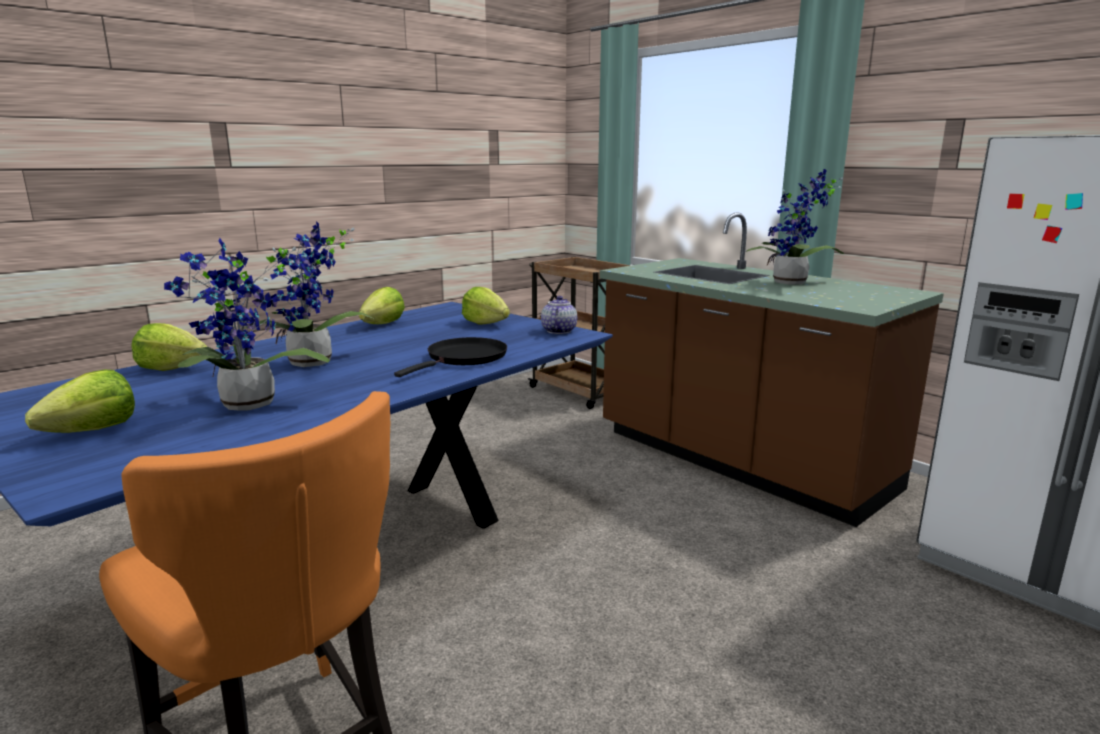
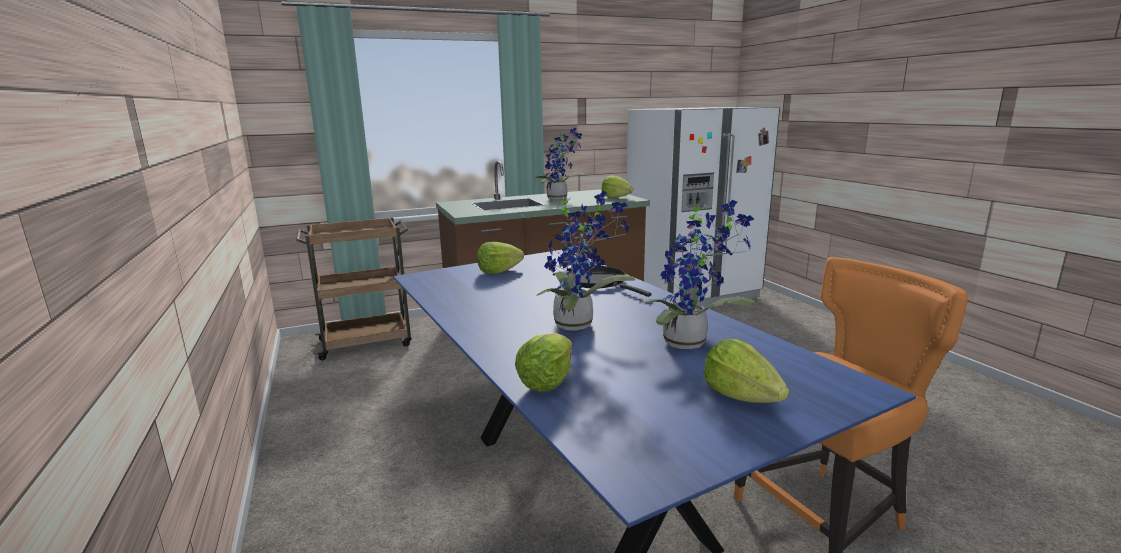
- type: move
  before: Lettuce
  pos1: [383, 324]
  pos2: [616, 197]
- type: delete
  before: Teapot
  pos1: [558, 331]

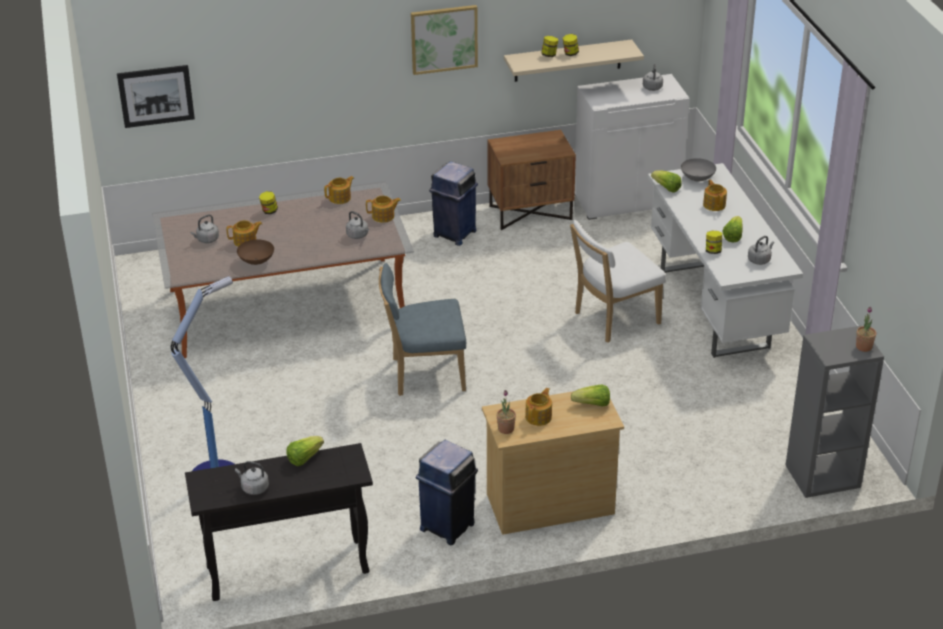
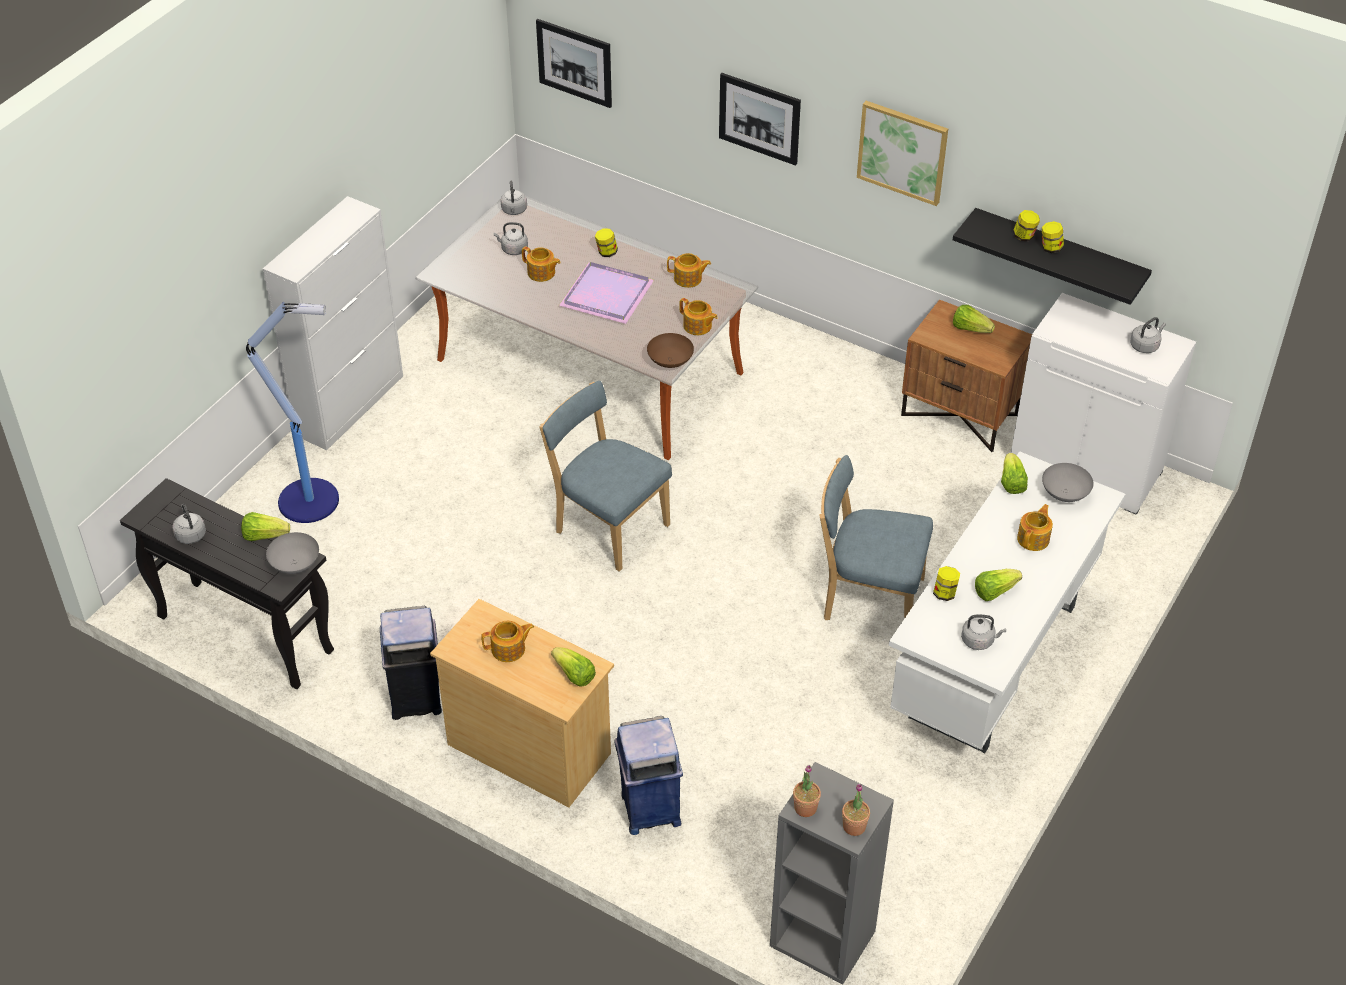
- type: recolor
  before: BeigeShelf
  after: BlackShelf
  pos1: [568, 60]
  pos2: [1059, 255]
- type: move
  before: BlueTrashCan
  pos1: [454, 234]
  pos2: [649, 809]
- type: move
  before: GreyKettle
  pos1: [358, 235]
  pos2: [514, 211]
- type: recolor
  before: WhiteChair
  after: BlueChair
  pos1: [613, 319]
  pos2: [868, 598]
- type: move
  before: BrownBowl
  pos1: [257, 261]
  pos2: [670, 362]
- type: move
  before: PottedPlant
  pos1: [506, 429]
  pos2: [805, 808]
- type: insert
  after: Picture
  pos2: [759, 118]
- type: insert
  after: WhiteCabinet
  pos2: [350, 405]
- type: insert
  after: PurpleTray
  pos2: [608, 294]
- type: insert
  after: Lettuce
  pos2: [970, 328]
- type: insert
  after: GreyBowl
  pos2: [294, 565]

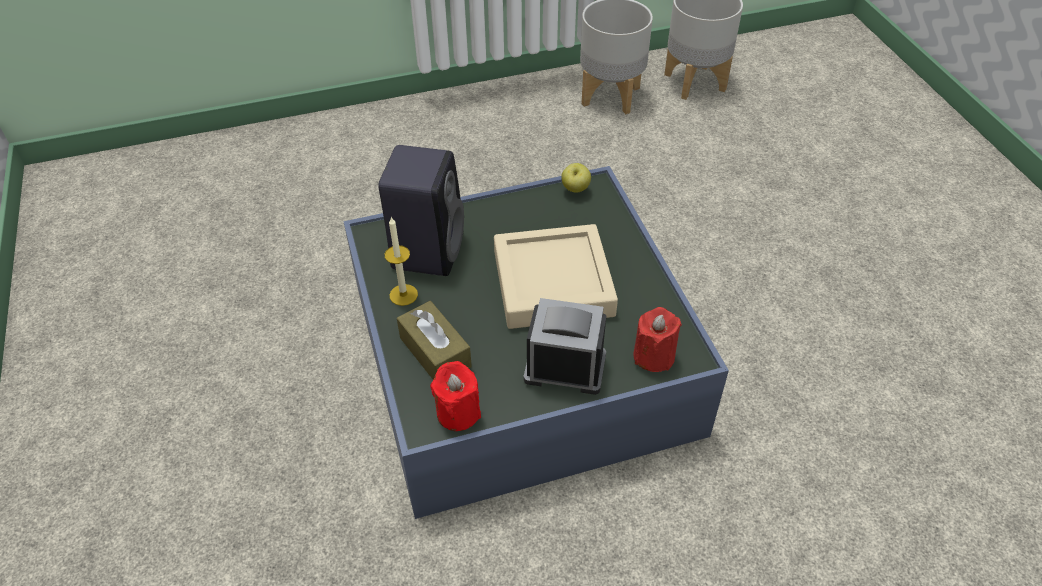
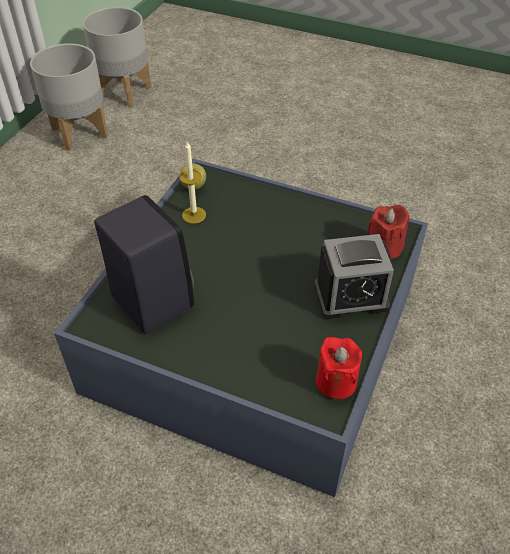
- type: move
  before: Candle
  pos1: [403, 295]
  pos2: [194, 215]
- type: delete
  before: BeigeTray
  pos1: [553, 283]
- type: rotate
  before: AlarmClock
  pos1: [565, 367]
  pos2: [351, 296]
  turn: -150
- type: delete
  before: BrownTissueBox
  pos1: [435, 352]

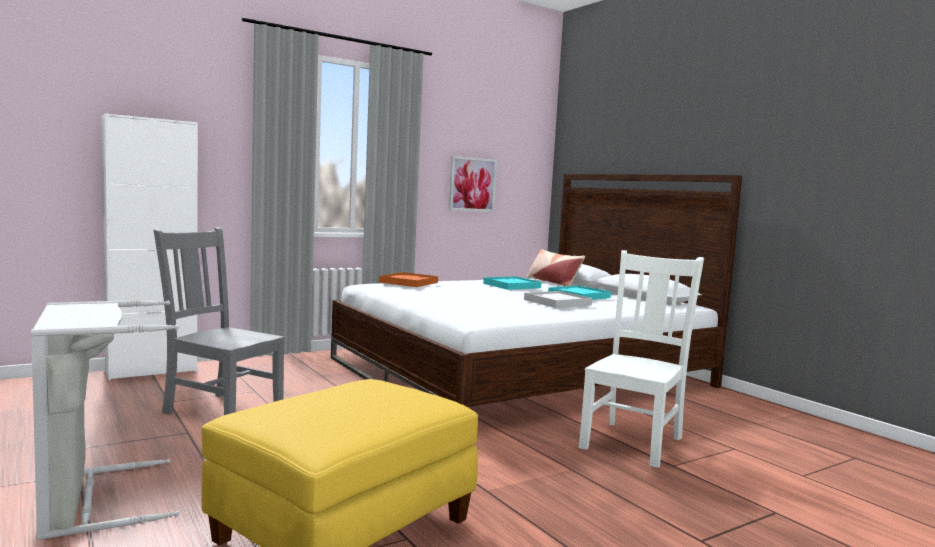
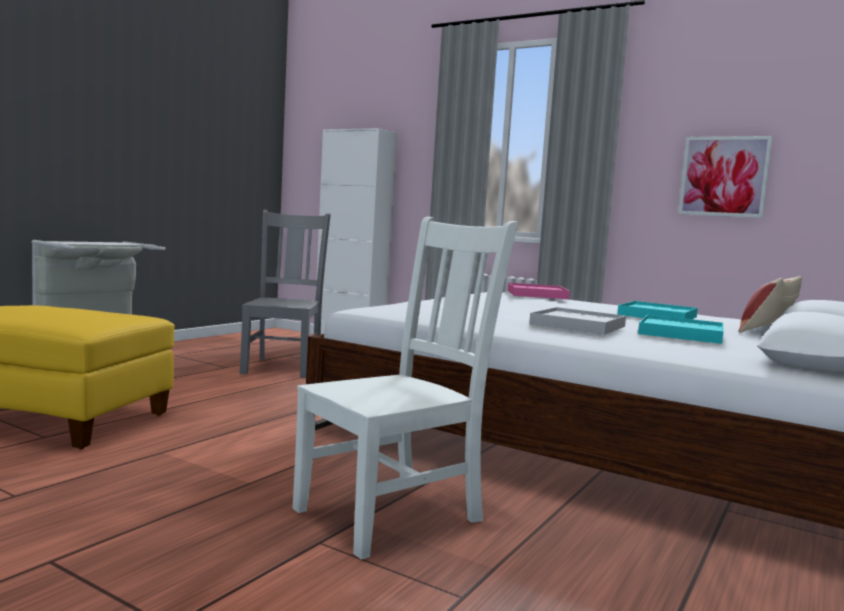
- type: rotate
  before: WhiteChair
  pos1: [633, 442]
  pos2: [393, 513]
  turn: -45
- type: recolor
  before: OrangeTray
  after: PinkTray
  pos1: [409, 282]
  pos2: [537, 294]

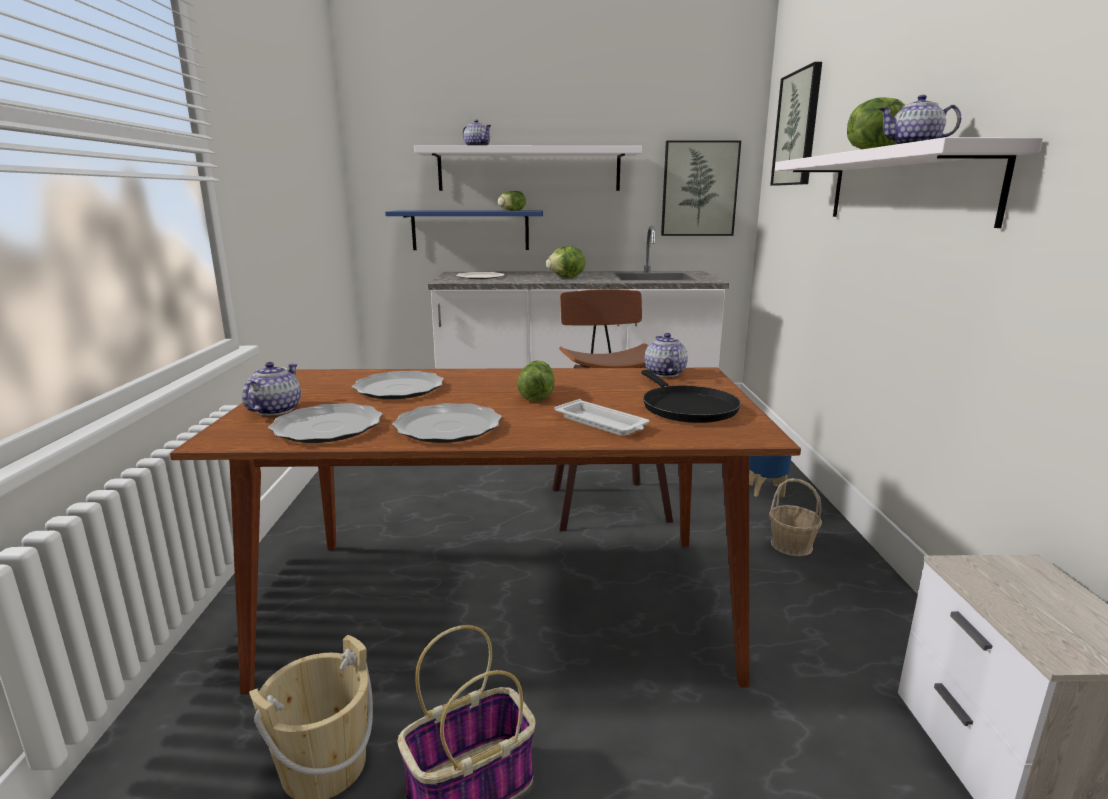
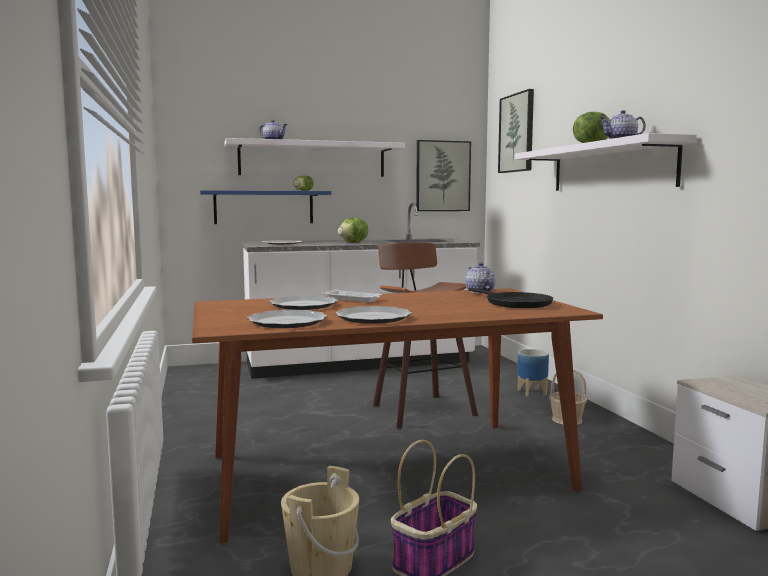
- type: delete
  before: Lettuce
  pos1: [537, 394]
- type: delete
  before: Teapot
  pos1: [274, 410]
- type: move
  before: WhiteTray
  pos1: [602, 423]
  pos2: [353, 299]

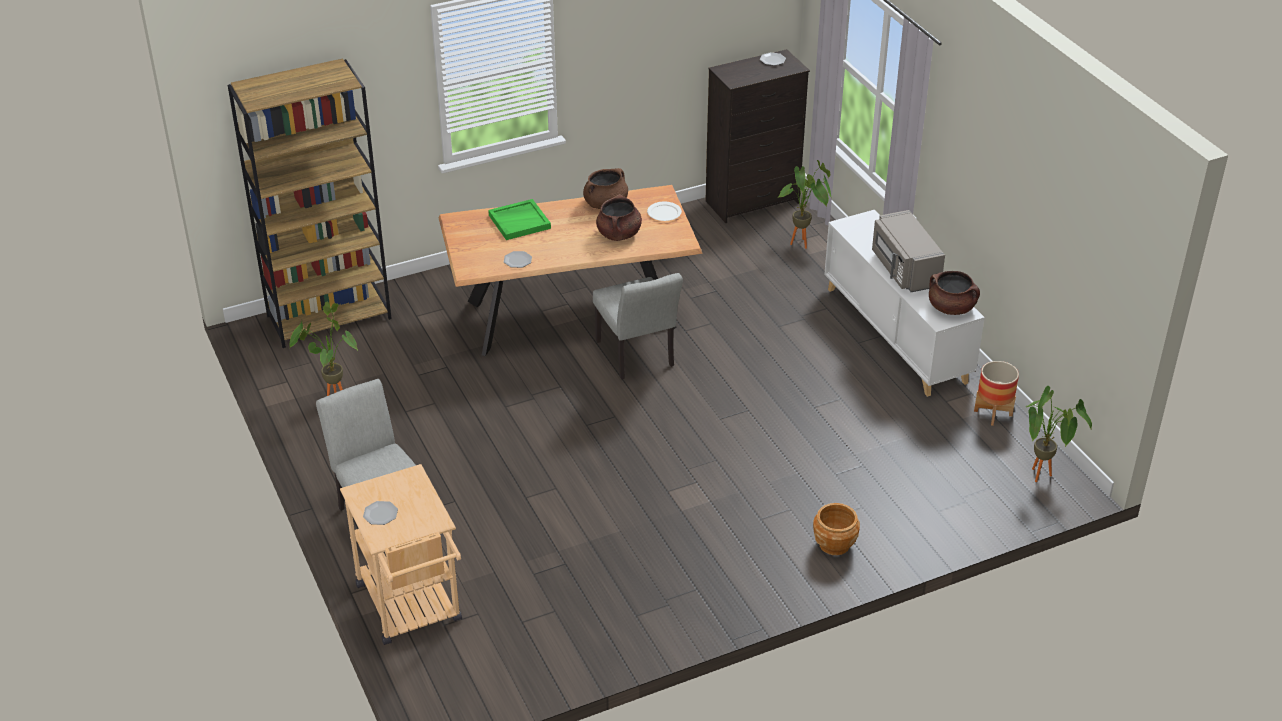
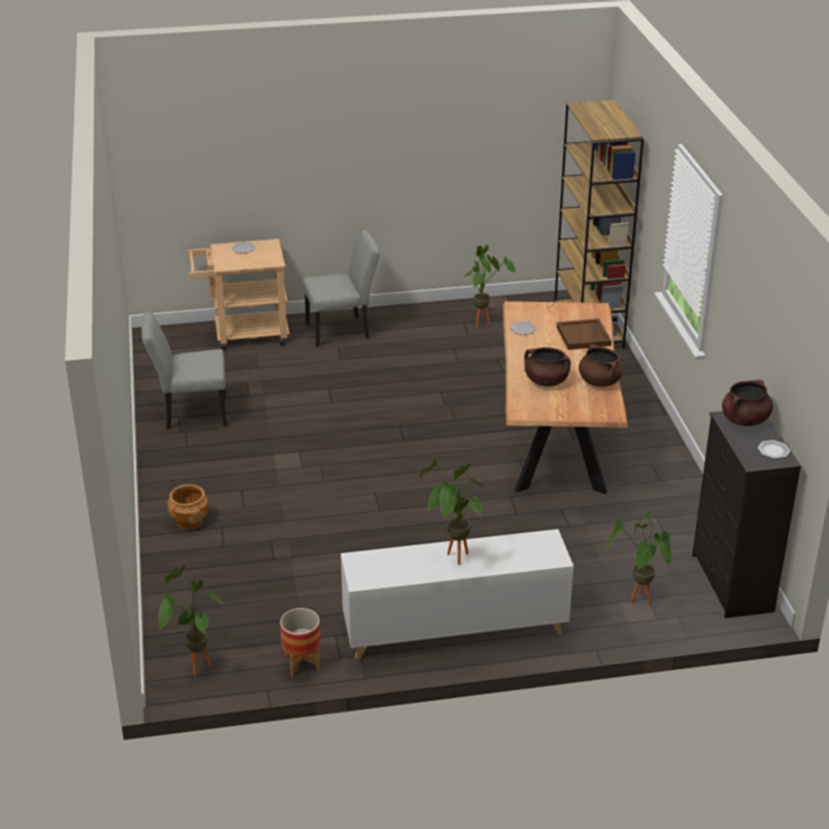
- type: recolor
  before: GreenTray
  after: BrownTray
  pos1: [520, 221]
  pos2: [584, 336]
- type: delete
  before: WhitePlate
  pos1: [664, 213]
- type: replace
  before: GreyMicrowave
  after: PottedPlant
  pos1: [904, 269]
  pos2: [452, 558]
- type: move
  before: BrownCookingPot
  pos1: [951, 308]
  pos2: [745, 420]
- type: move
  before: GreyChair
  pos1: [637, 357]
  pos2: [190, 413]

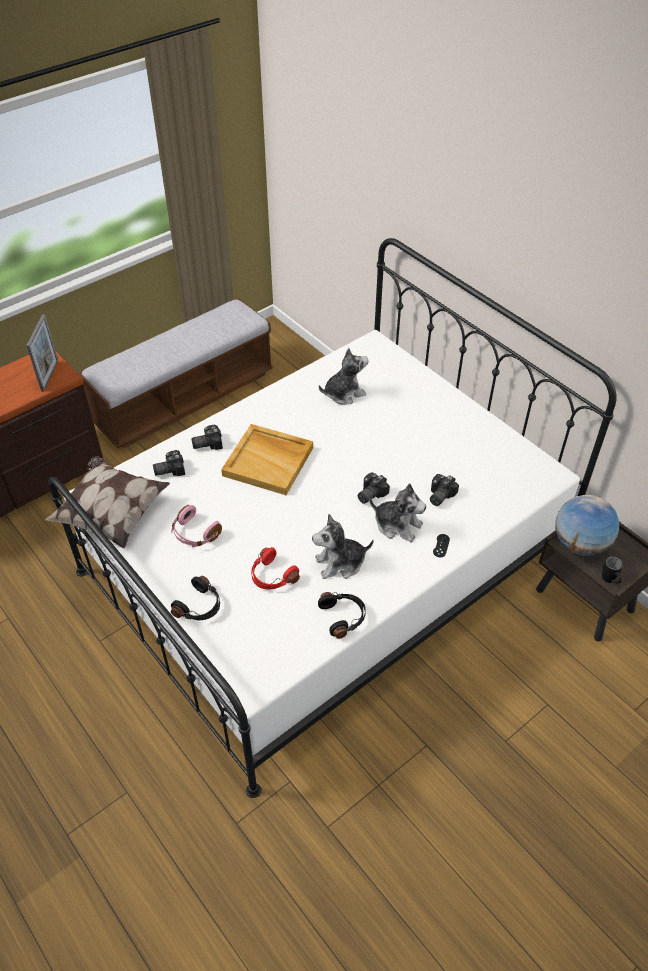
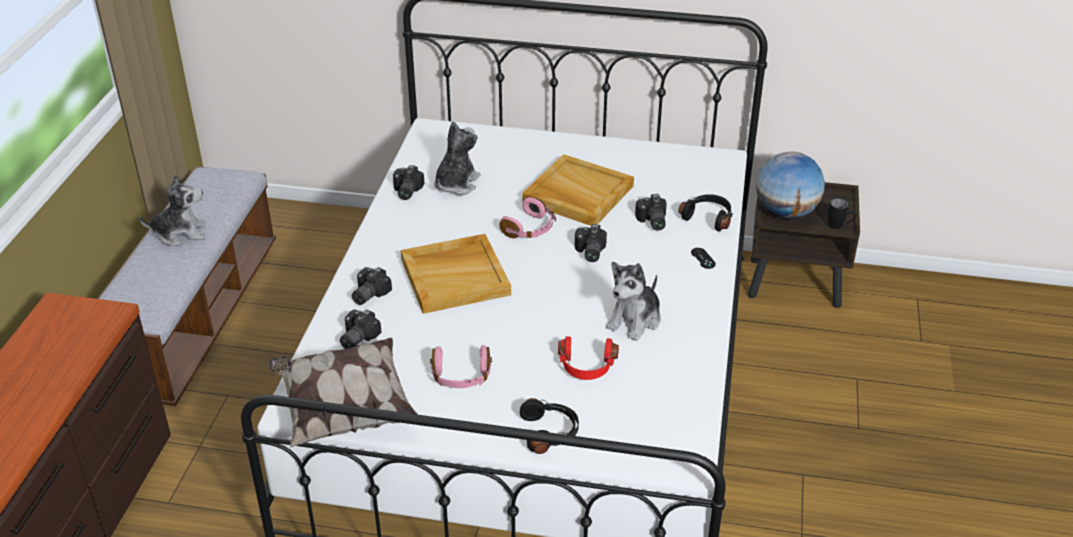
- type: delete
  before: PictureFrame
  pos1: [50, 375]
- type: move
  before: PlushToy
  pos1: [397, 525]
  pos2: [180, 233]
- type: move
  before: BlackHeadphones
  pos1: [343, 617]
  pos2: [708, 217]
- type: insert
  after: BeigeTray
  pos2: [577, 194]
- type: insert
  after: PhotoCamera
  pos2: [405, 191]
- type: insert
  after: PinkHeadphones
  pos2: [530, 229]

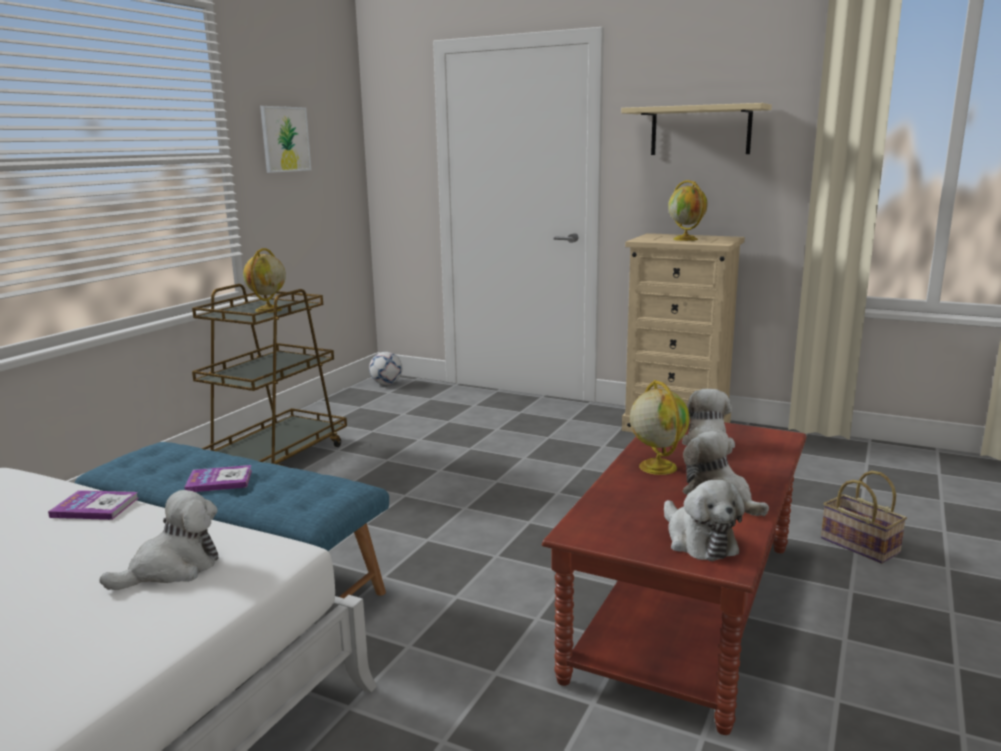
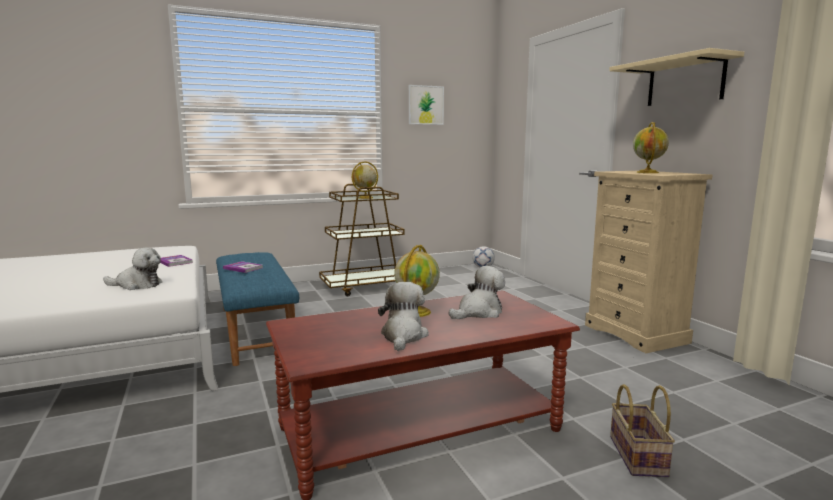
- type: delete
  before: PlushToy
  pos1: [698, 540]

